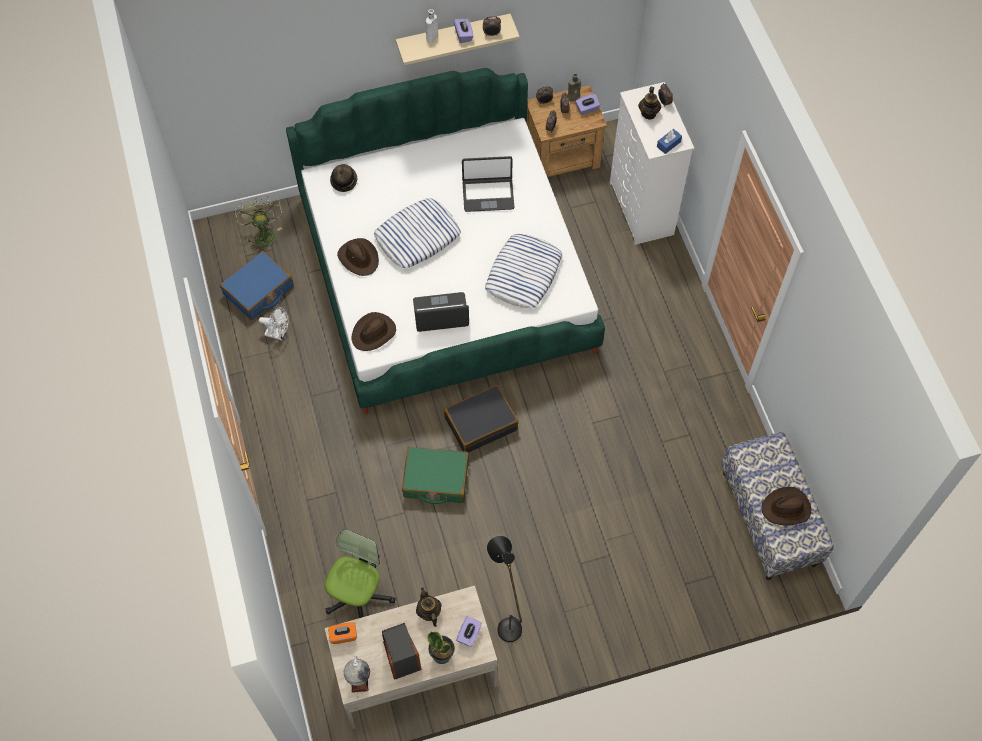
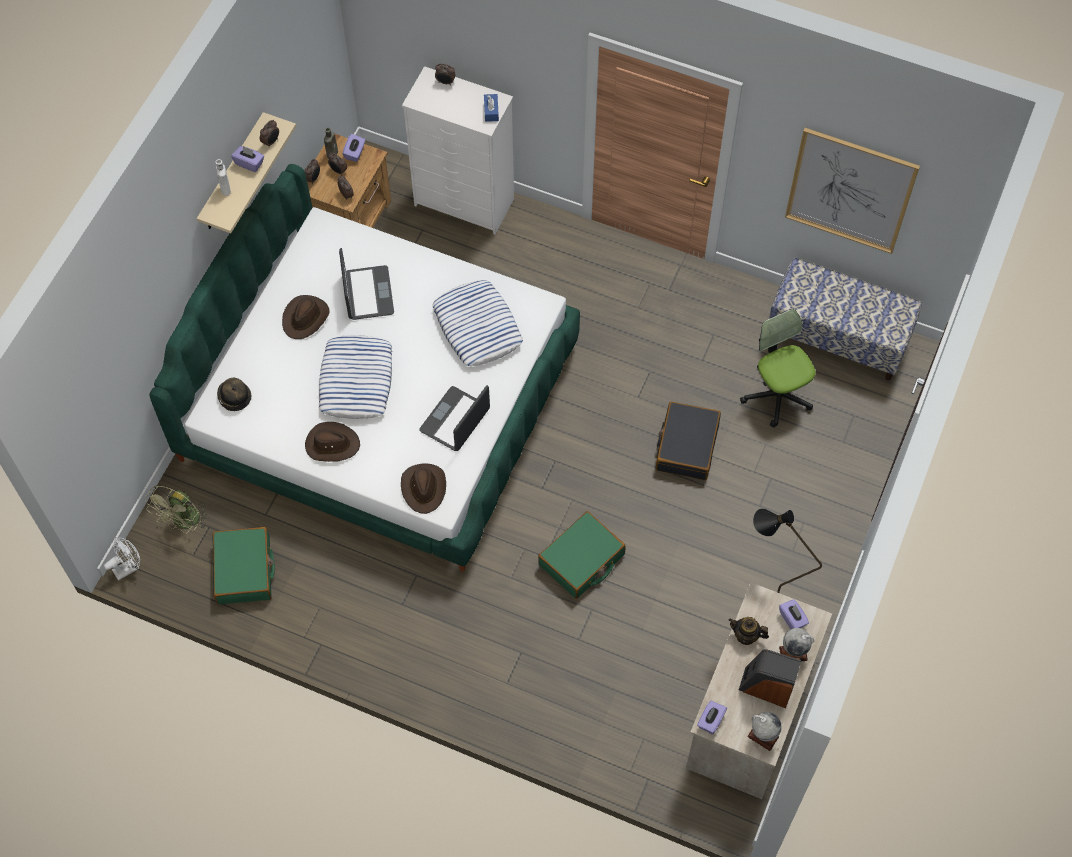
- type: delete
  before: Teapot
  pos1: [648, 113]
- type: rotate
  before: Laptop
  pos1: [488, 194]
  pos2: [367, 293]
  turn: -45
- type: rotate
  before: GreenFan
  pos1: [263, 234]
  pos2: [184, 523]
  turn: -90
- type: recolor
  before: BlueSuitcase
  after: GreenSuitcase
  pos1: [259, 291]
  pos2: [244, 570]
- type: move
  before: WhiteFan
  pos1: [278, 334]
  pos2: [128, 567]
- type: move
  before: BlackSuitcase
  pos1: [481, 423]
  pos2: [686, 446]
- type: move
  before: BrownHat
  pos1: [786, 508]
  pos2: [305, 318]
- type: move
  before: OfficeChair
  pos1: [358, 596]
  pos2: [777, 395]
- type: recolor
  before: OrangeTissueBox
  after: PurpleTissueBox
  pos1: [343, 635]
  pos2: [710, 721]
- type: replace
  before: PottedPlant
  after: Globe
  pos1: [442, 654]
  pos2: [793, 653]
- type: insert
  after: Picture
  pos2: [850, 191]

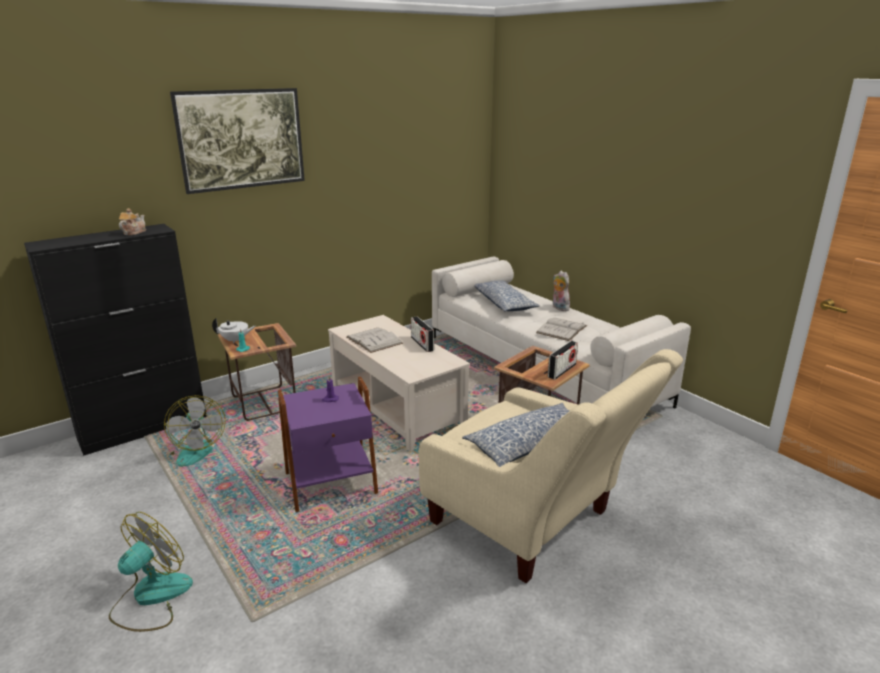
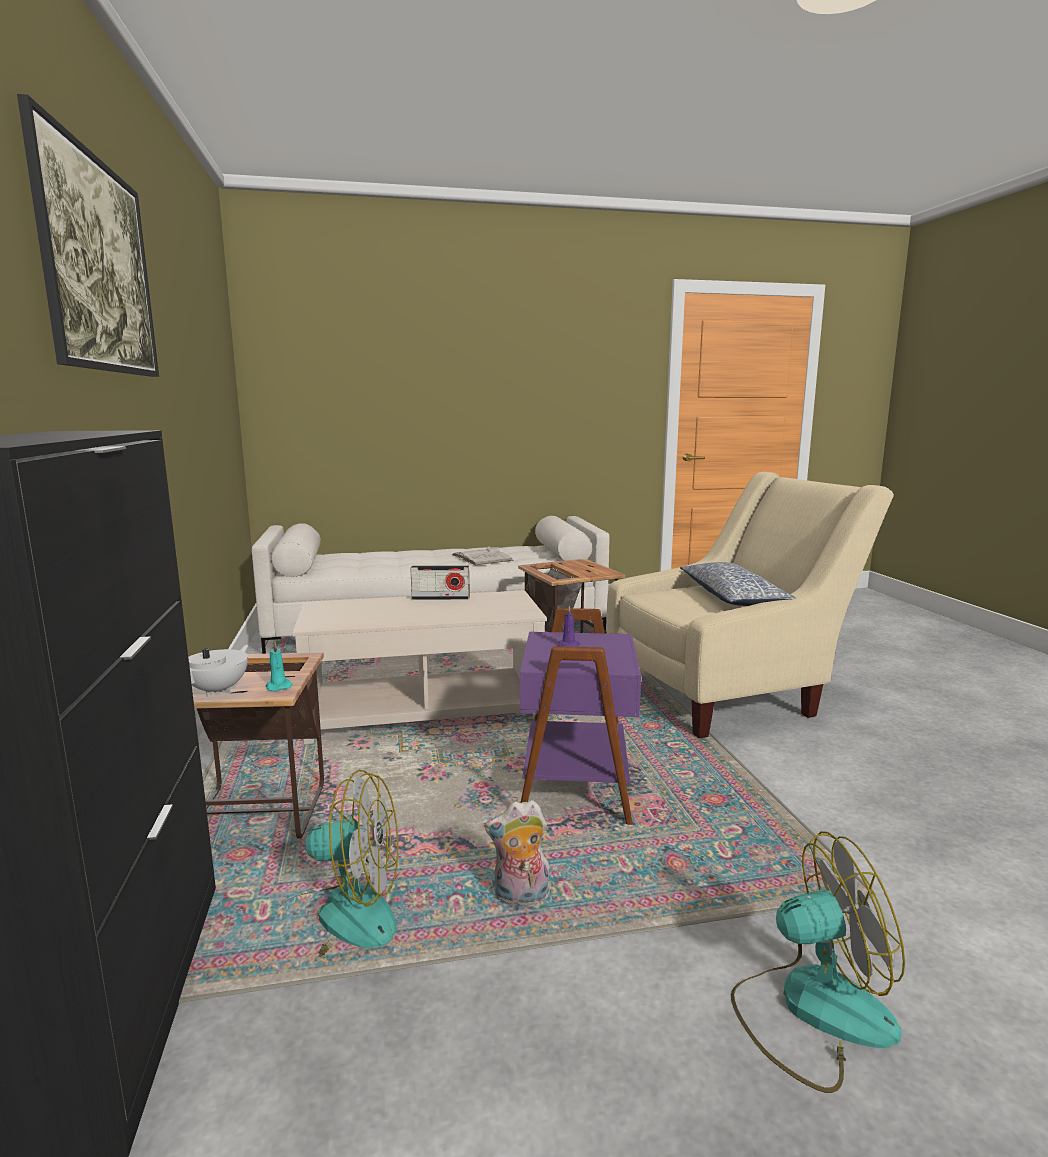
- type: delete
  before: Teapot
  pos1: [133, 232]
- type: move
  before: PlushToy
  pos1: [559, 308]
  pos2: [520, 898]
- type: delete
  before: Pillow
  pos1: [504, 303]
- type: delete
  before: WhiteBook
  pos1: [374, 340]
- type: delete
  before: Radio
  pos1: [562, 371]
- type: rotate
  before: Fan
  pos1: [151, 597]
  pos2: [811, 1010]
  turn: 120

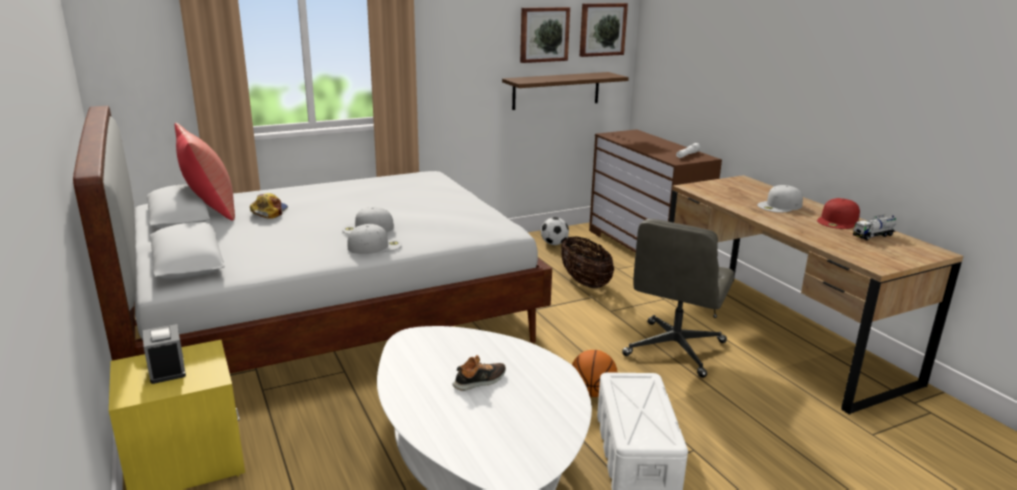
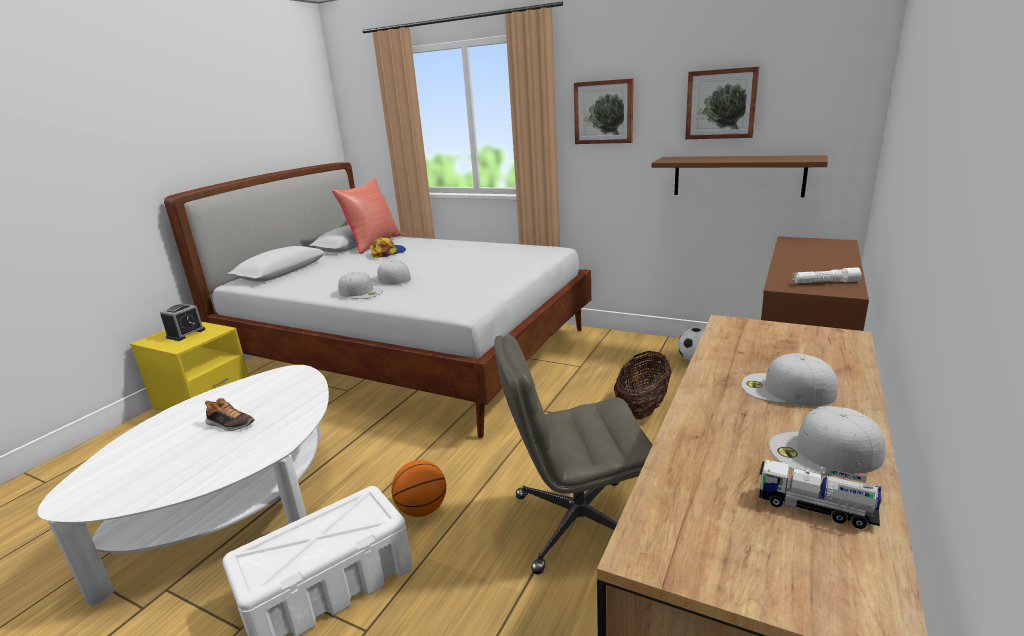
- type: move
  before: Picture
  pos1: [602, 29]
  pos2: [604, 112]
- type: recolor
  before: RedCap
  after: WhiteCap
  pos1: [838, 221]
  pos2: [824, 452]

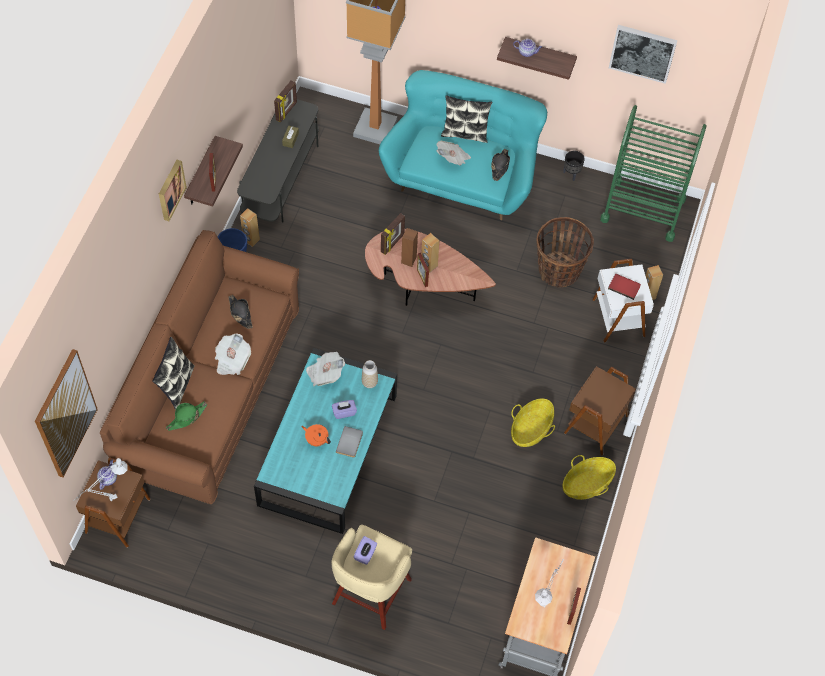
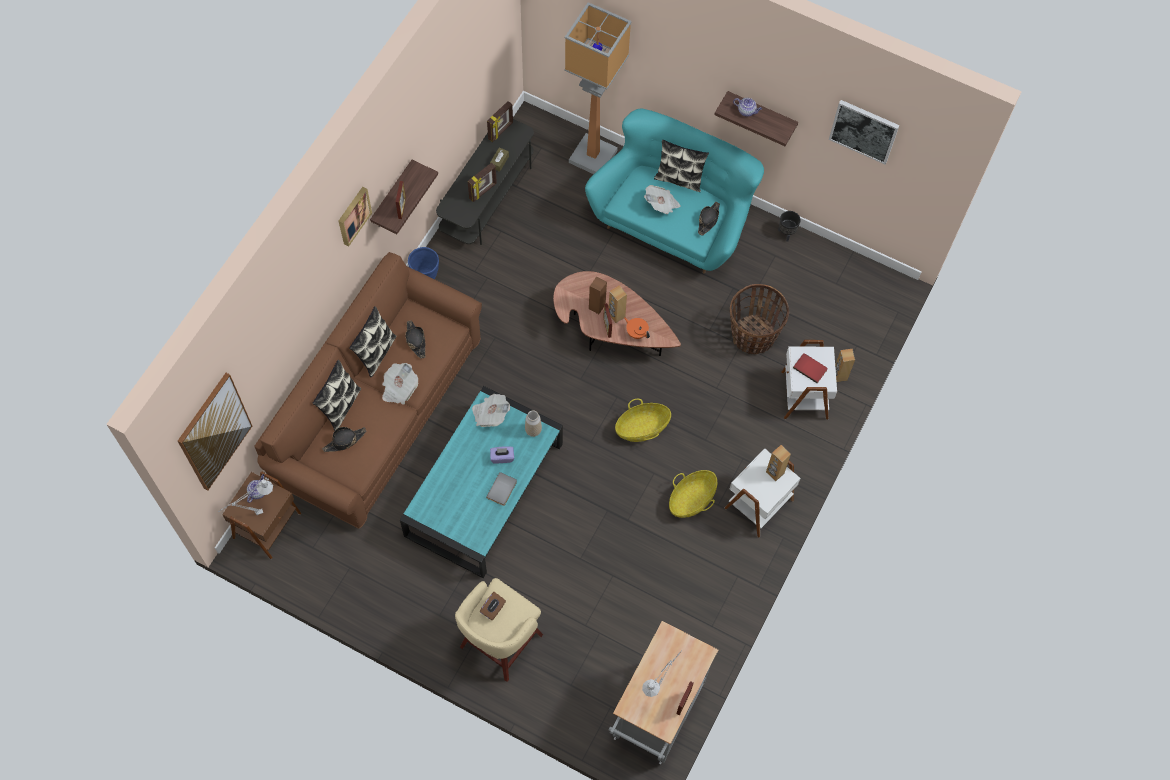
- type: delete
  before: GreenCart
  pos1: [642, 209]
- type: move
  before: BrownSpeaker
  pos1: [251, 240]
  pos2: [774, 473]
- type: move
  before: PictureFrame
  pos1: [393, 243]
  pos2: [483, 191]
- type: recolor
  before: BrownSideTable
  after: WhiteSideTable
  pos1: [594, 424]
  pos2: [757, 503]
- type: recolor
  before: GreenHat
  after: BlackHat
  pos1: [187, 417]
  pos2: [344, 441]
- type: move
  before: OrangeTeapot
  pos1: [316, 439]
  pos2: [636, 332]
- type: move
  before: Basket
  pos1: [586, 484]
  pos2: [642, 428]
- type: recolor
  before: PurpleTissueBox
  after: BrownTissueBox
  pos1: [365, 554]
  pos2: [493, 609]
- type: insert
  after: Pillow
  pos2: [376, 353]

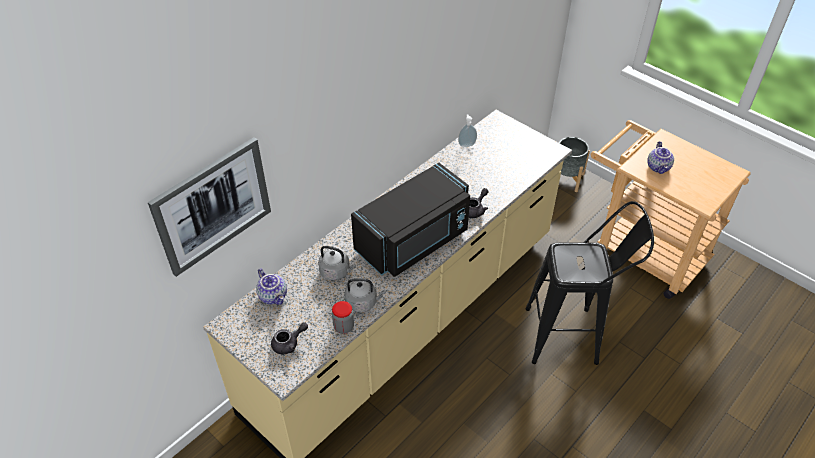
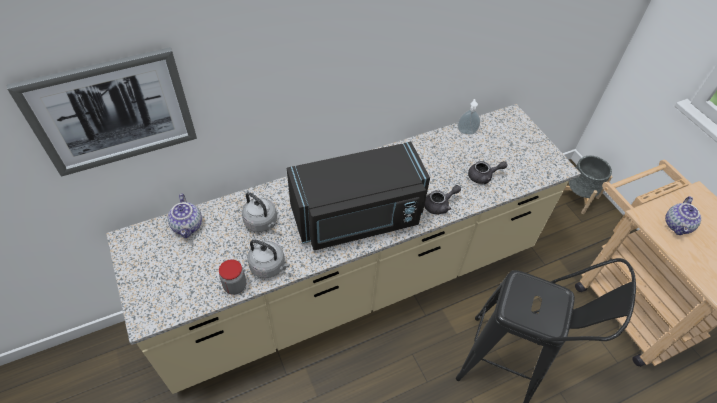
- type: move
  before: GreyTeapot
  pos1: [289, 344]
  pos2: [483, 176]

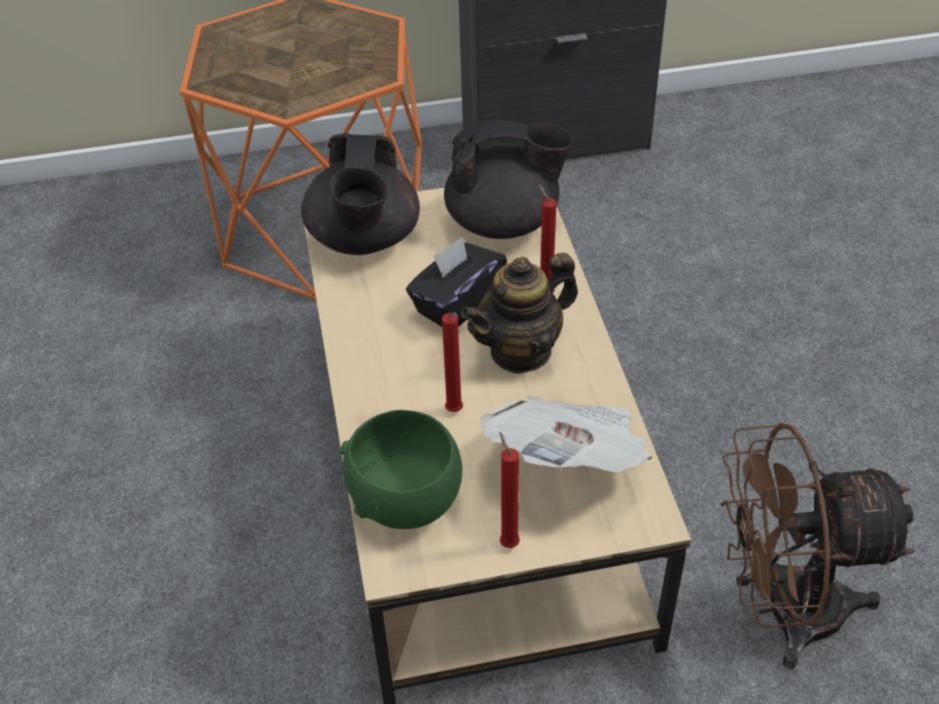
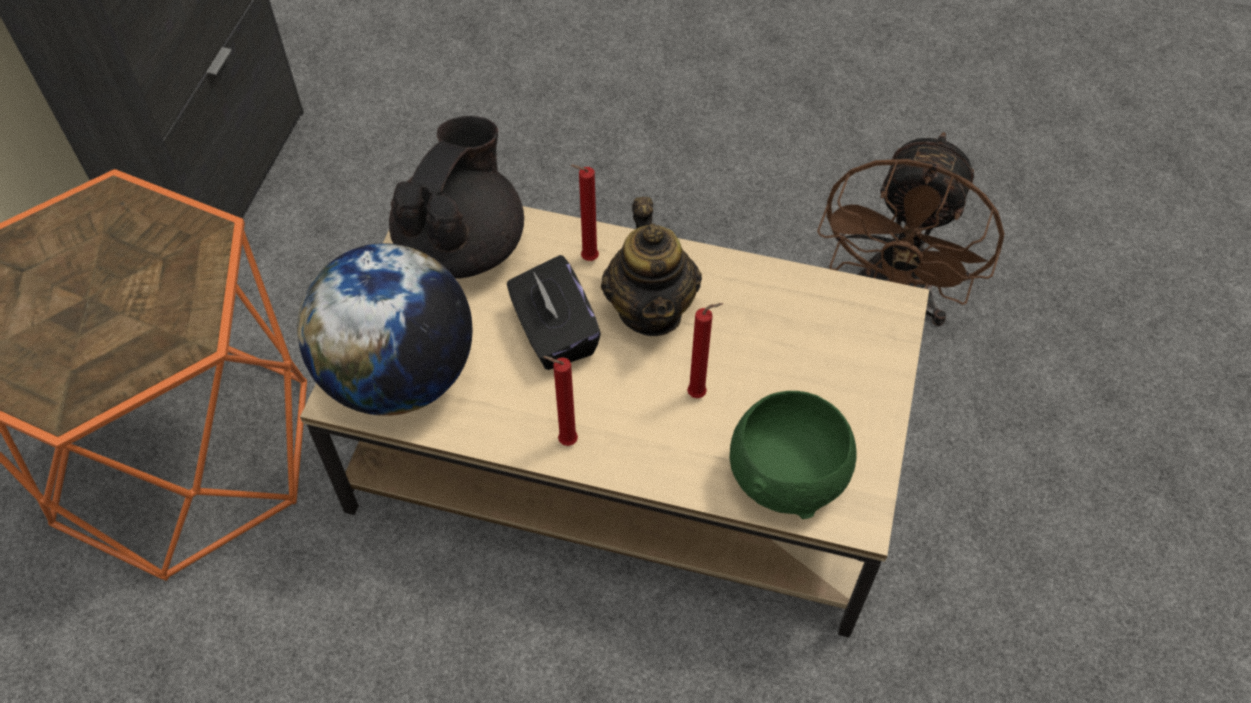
- type: replace
  before: BlackTeapot
  after: Globe
  pos1: [364, 239]
  pos2: [399, 375]
- type: delete
  before: Newspaper
  pos1: [570, 460]
- type: move
  before: RedCandle
  pos1: [508, 542]
  pos2: [564, 441]

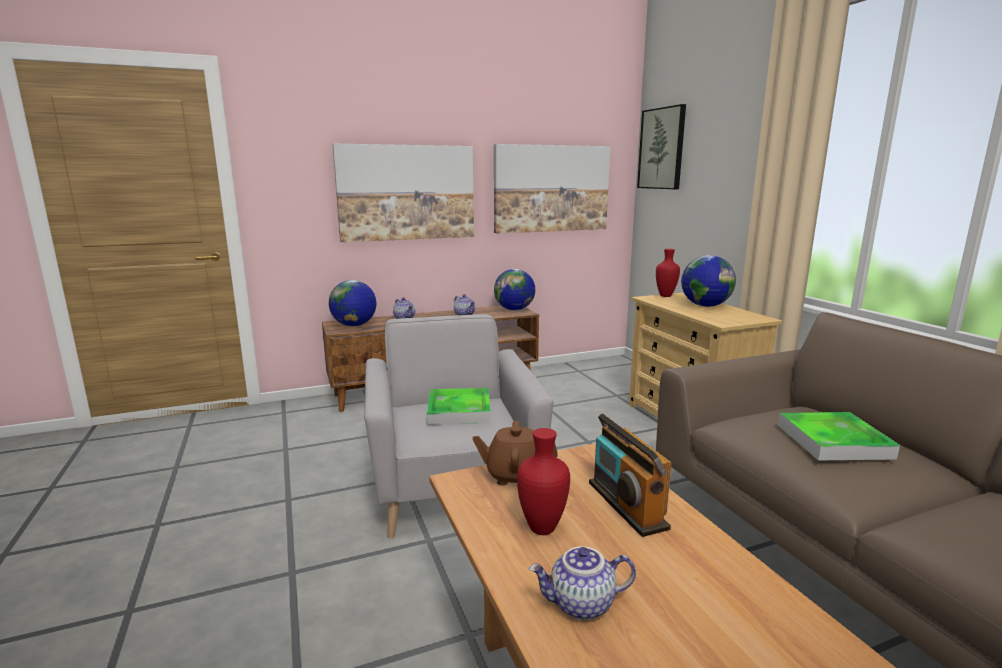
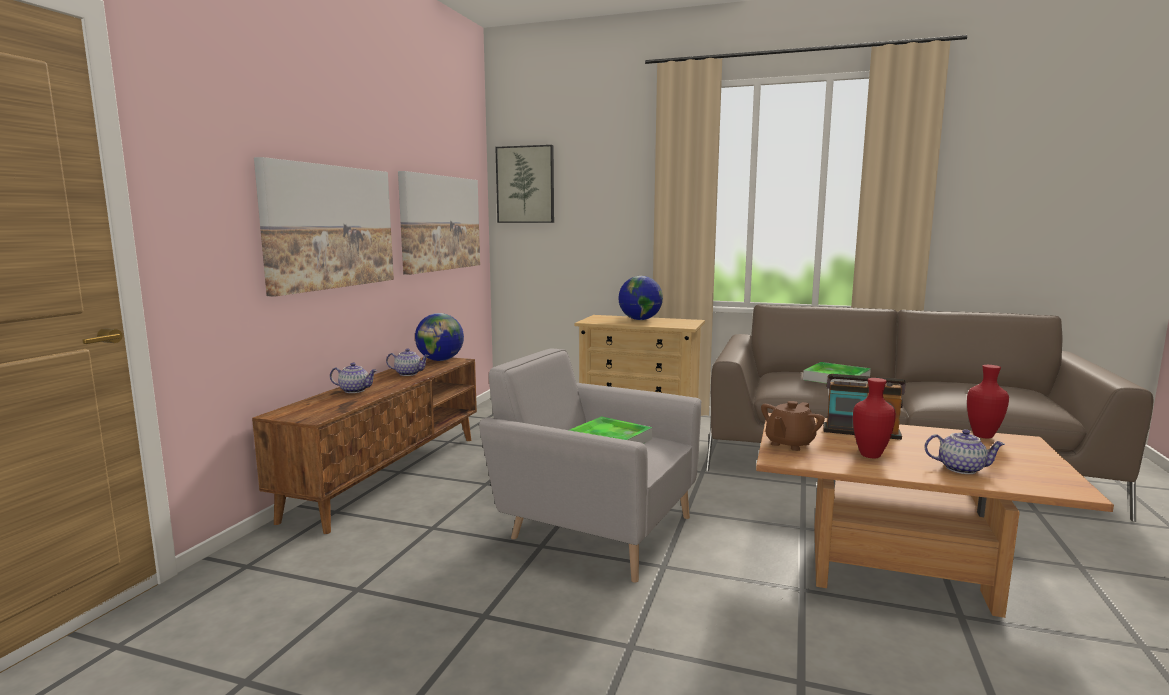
- type: move
  before: RedVase
  pos1: [665, 296]
  pos2: [984, 436]
- type: delete
  before: Globe
  pos1: [354, 325]
- type: rotate
  before: Teapot
  pos1: [581, 605]
  pos2: [961, 469]
  turn: -105

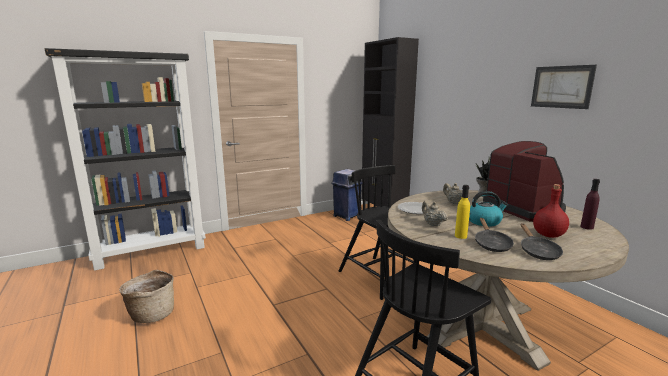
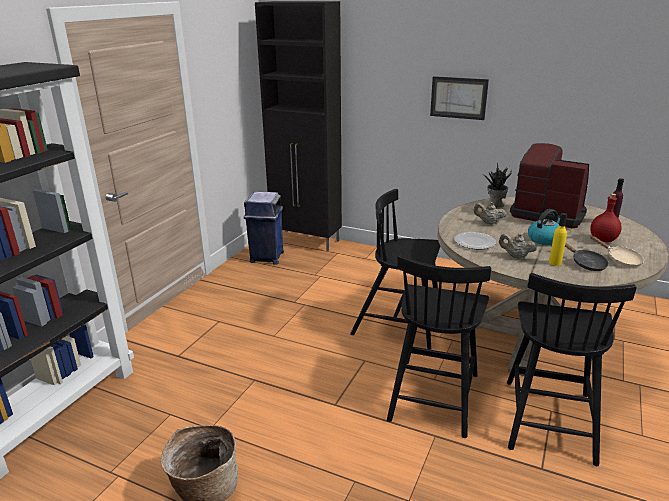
- type: move
  before: Picture
  pos1: [561, 87]
  pos2: [458, 98]
- type: recolor
  before: BlackFryingPan
  after: BeigeFryingPan
  pos1: [537, 251]
  pos2: [620, 260]
- type: insert
  after: BlackChair
  pos2: [433, 395]

